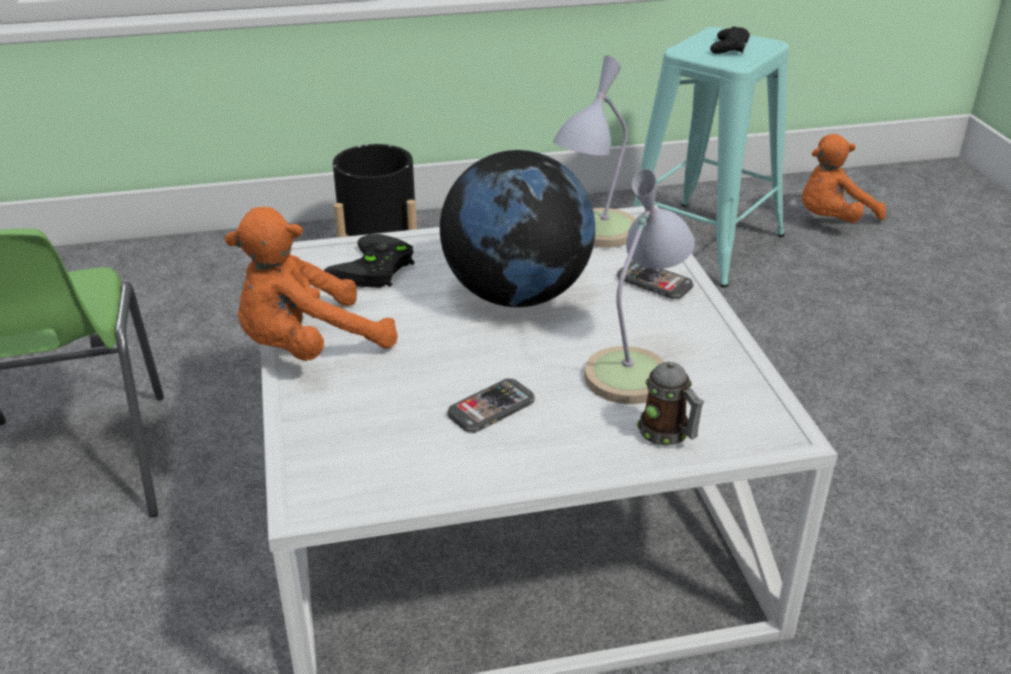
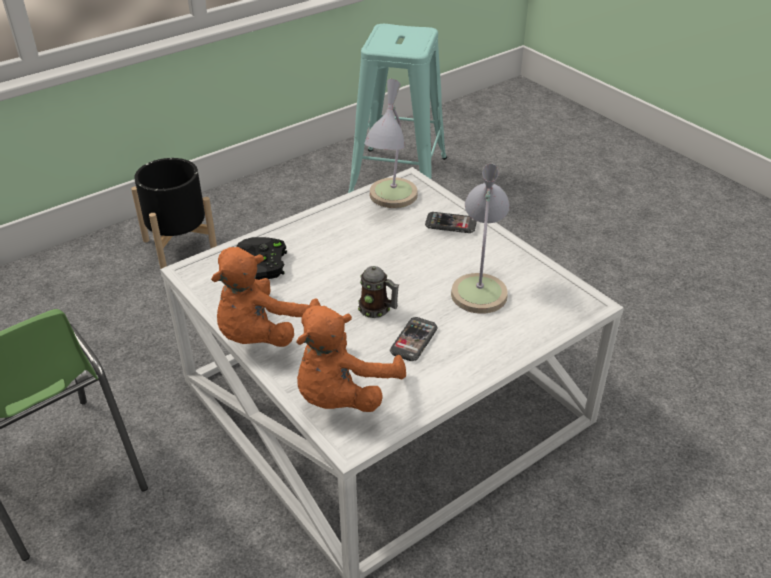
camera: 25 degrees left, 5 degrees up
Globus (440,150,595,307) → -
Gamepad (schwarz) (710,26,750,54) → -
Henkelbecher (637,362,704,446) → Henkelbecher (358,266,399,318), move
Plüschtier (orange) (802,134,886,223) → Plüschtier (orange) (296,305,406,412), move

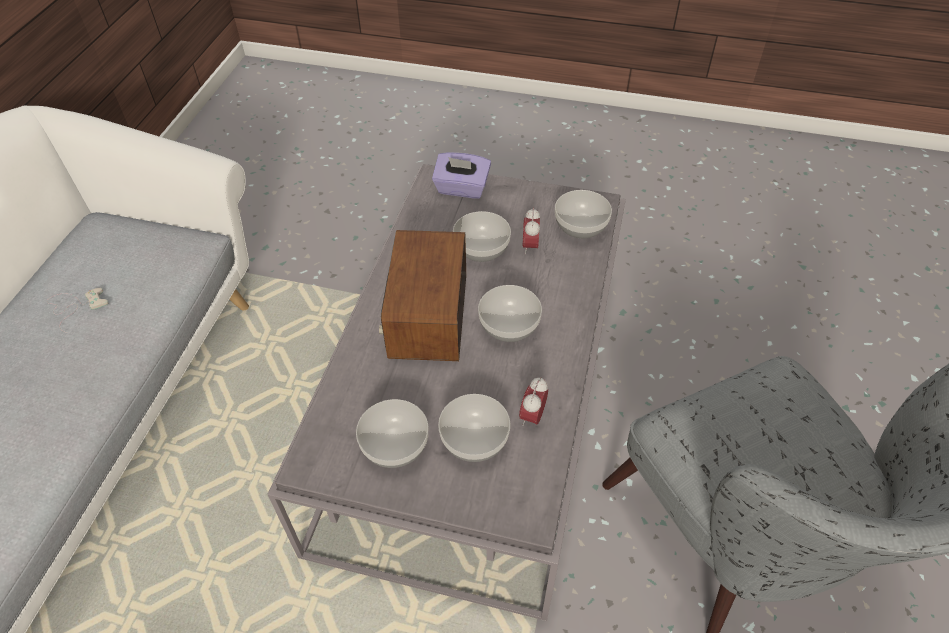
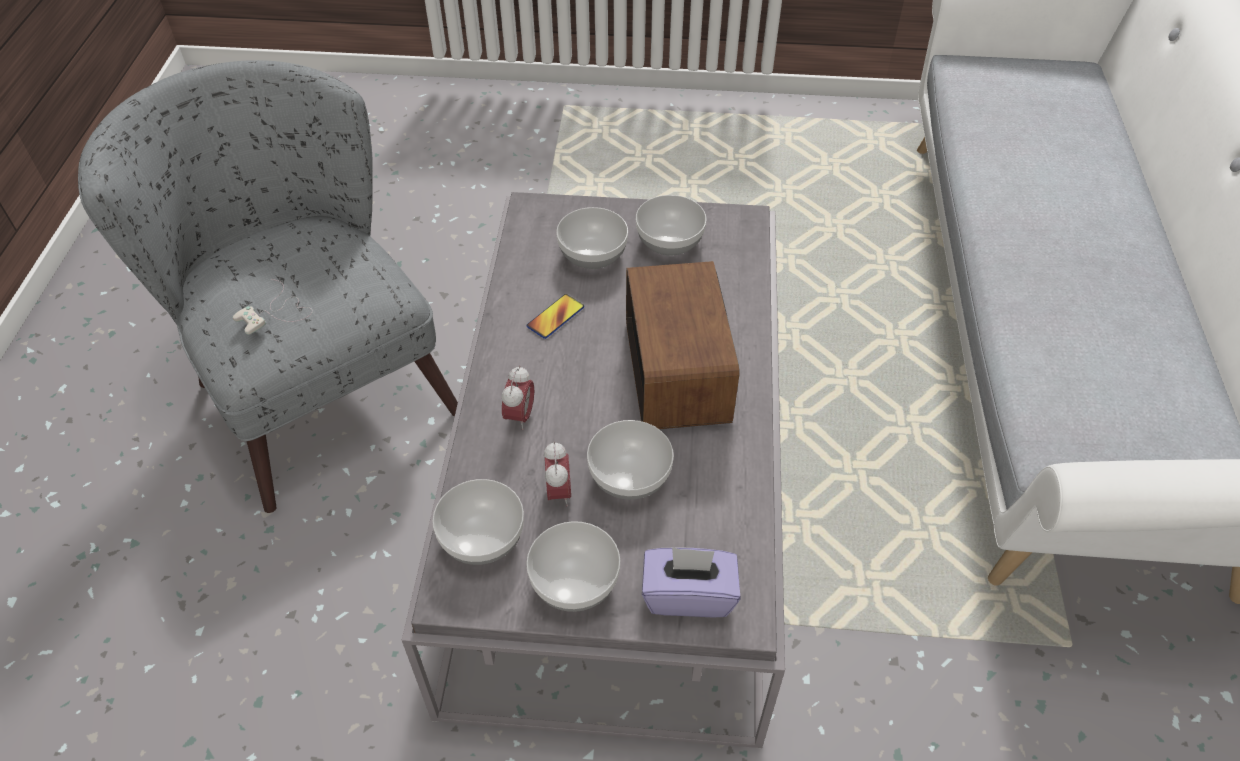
camera: 170 degrees right, 0 degrees up
- → Handy (527,294,584,339)
Gamepad (weiß) (47,288,108,333) → Gamepad (weiß) (233,279,313,335), move
Schüssel (478,285,542,342) → Schüssel (526,521,620,612), move
Wecker (519,377,548,426) → Wecker (502,365,534,430), move

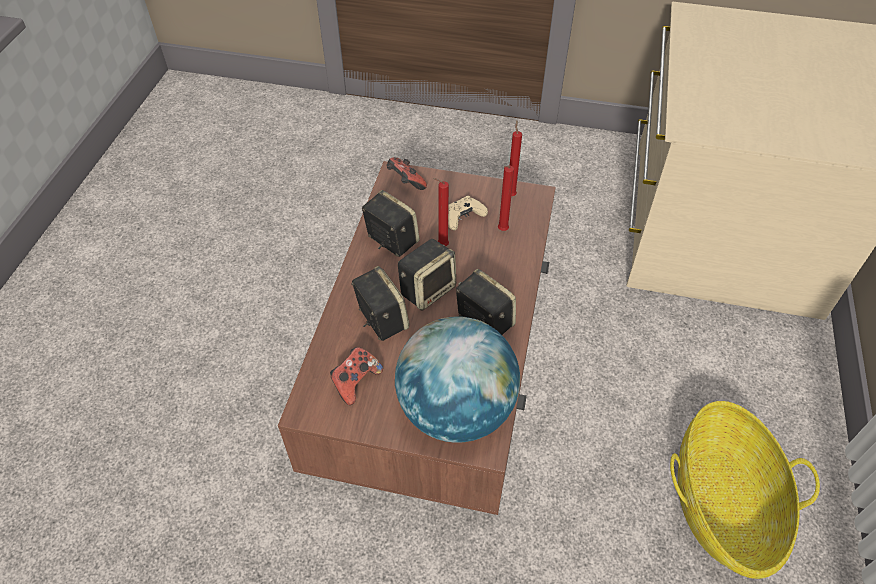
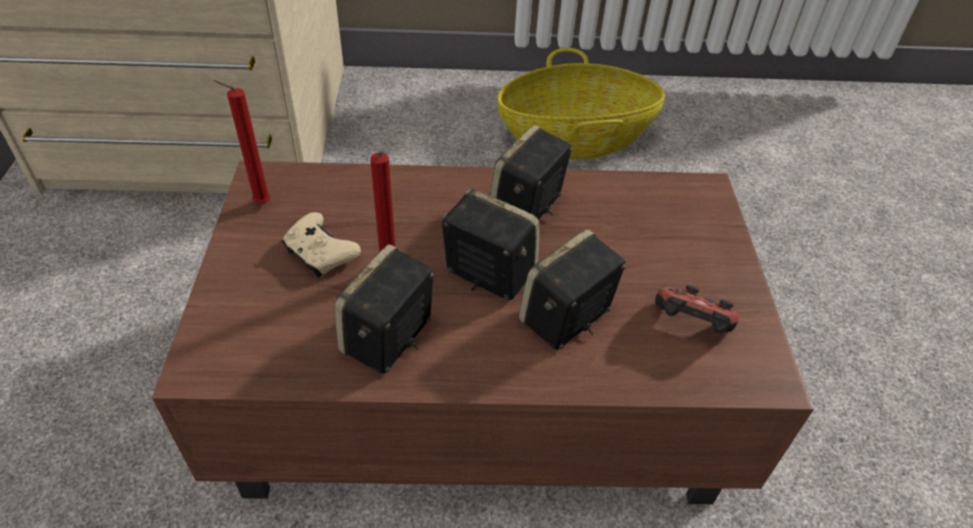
camera: 105 degrees left, 5 degrees down
Gamepad (386,157,427,190) → -
Globus (395,316,520,443) → -
Kerze (rot) (498,165,514,231) → -

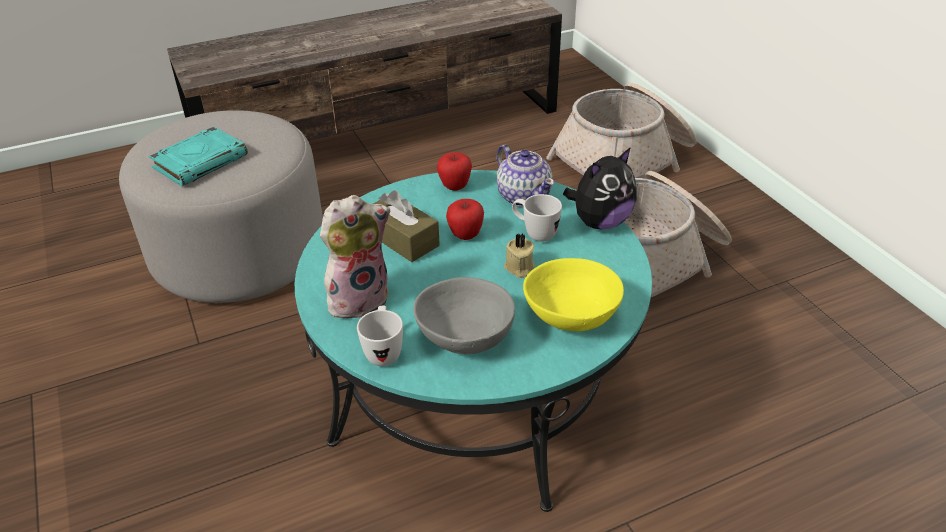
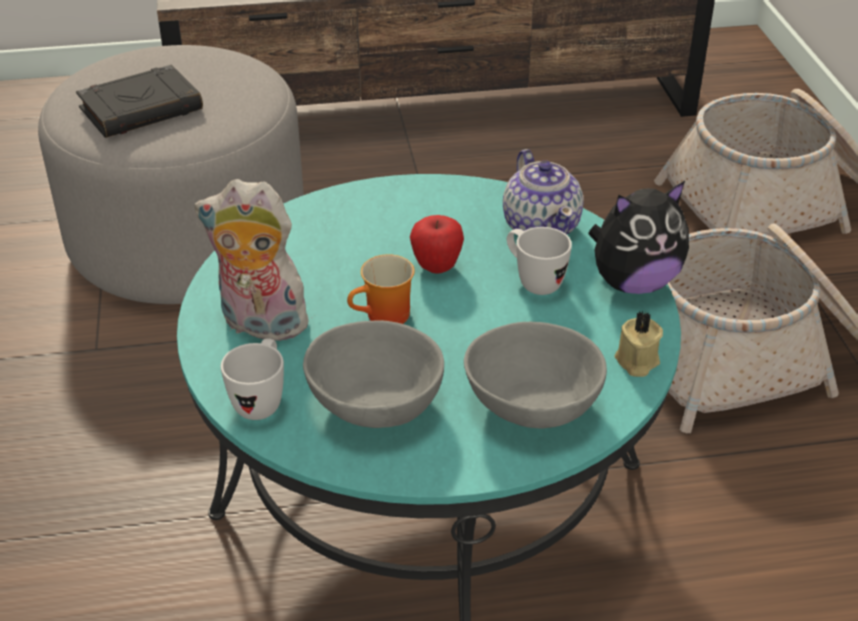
camera: 15 degrees right, 0 degrees up
Taschentuchbox (braun) (373,190,440,262) → -
Apfel (437,152,472,191) → -
- → Henkelbecher (347,254,414,324)
Kerze (beige) (504,233,535,278) → Kerze (beige) (614,311,663,377), move
Buch (türkis) (149,127,247,186) → Buch (schwarz) (76,65,203,138)
Schüssel (gelb) (523,258,624,331) → Schüssel (grau) (464,322,607,428)
Plüschtier (320,195,390,319) → Plüschtier (195,179,314,341), 150 degrees counterclockwise

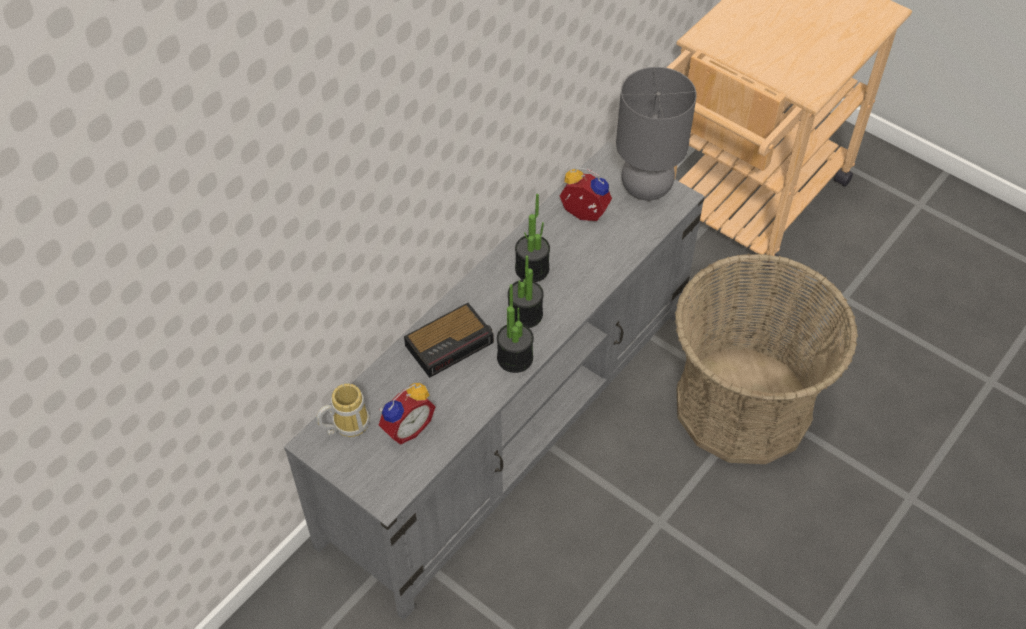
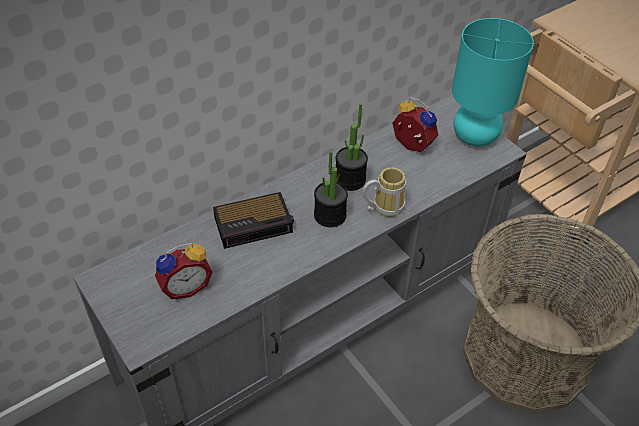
camera: 15 degrees right, 5 degrees down
Topfpflanze (497,284,534,373) → -
Henkelbecher (316,383,370,437) → Henkelbecher (362,167,406,217), move
Tischlampe (grau) (616,67,697,200) → Tischlampe (türkis) (452,18,534,146)

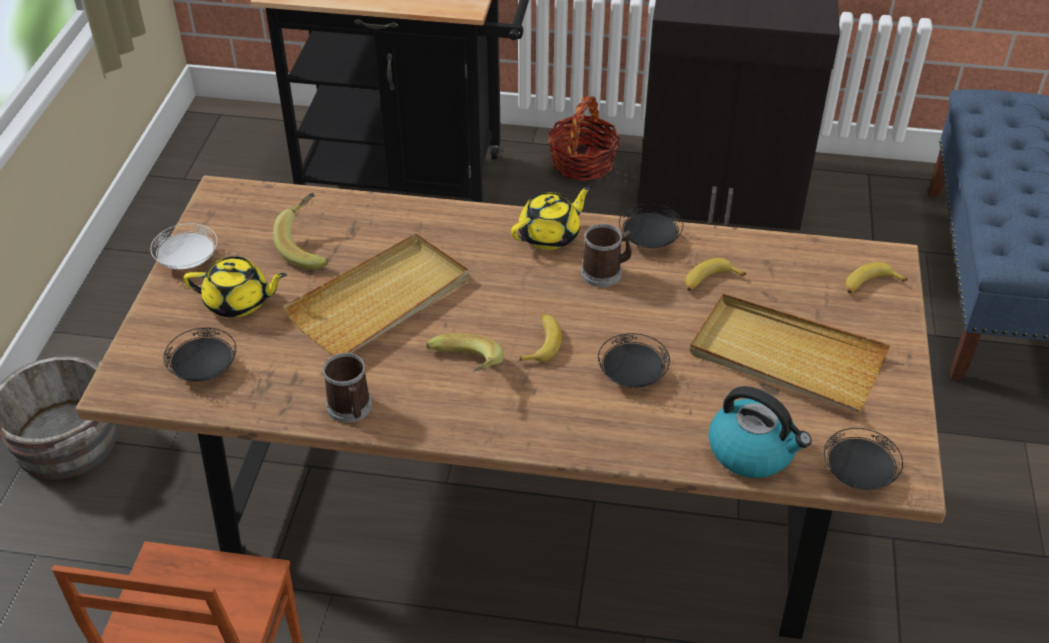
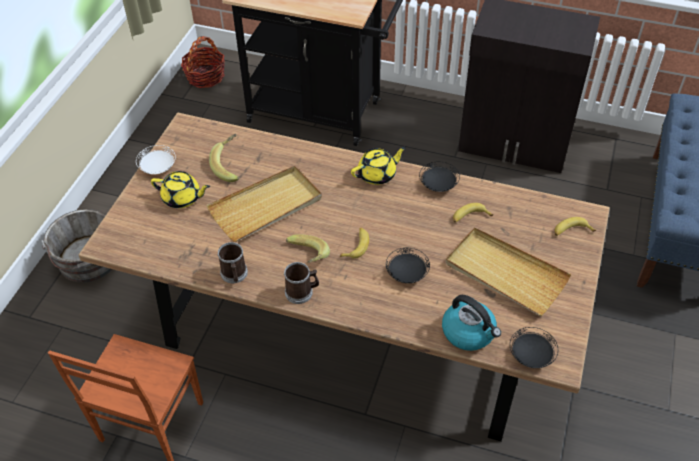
camera: 10 degrees right, 5 degrees up
Teller (schwarz) (163,328,236,382) → -
Korb (547,96,620,181) → Korb (181,36,225,88), move
Henkelbecher (581,224,632,287) → Henkelbecher (284,262,319,304), move

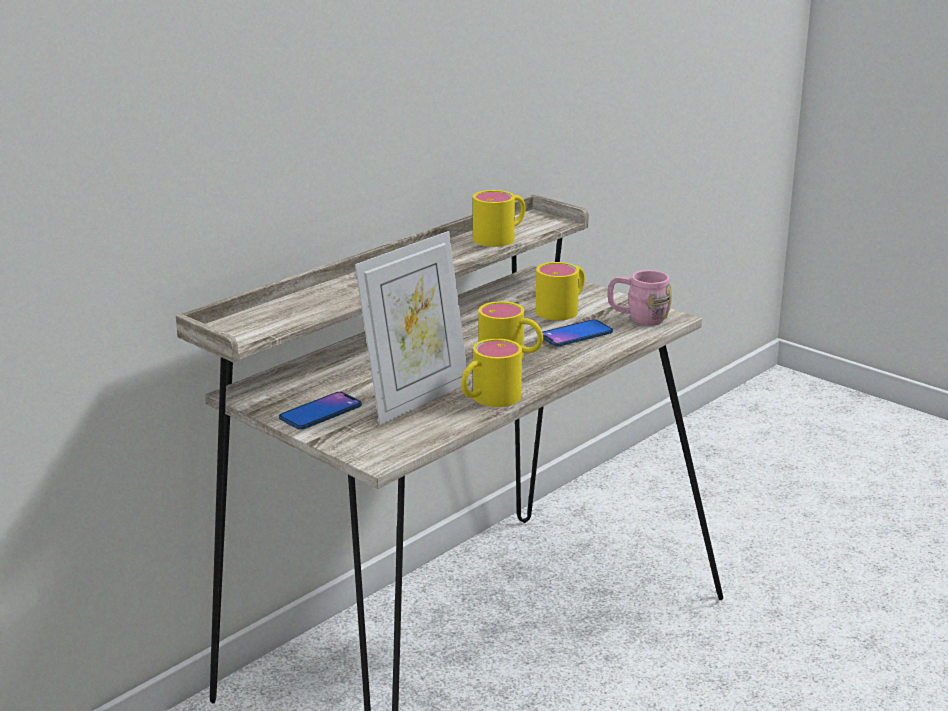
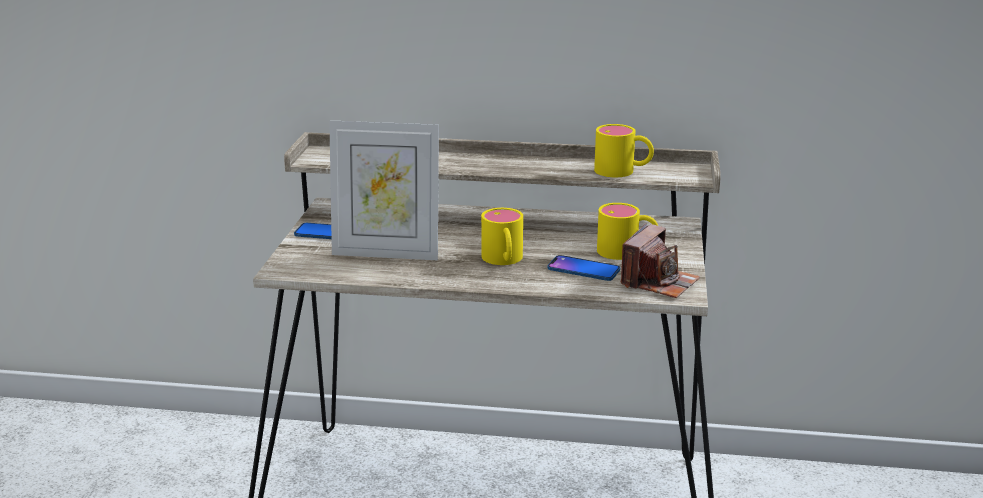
camera: 55 degrees right, 0 degrees up
Henkelbecher (gelb) (461,339,522,407) → -
Henkelbecher (rosa) (608,270,672,326) → Kamera (621,224,700,298)

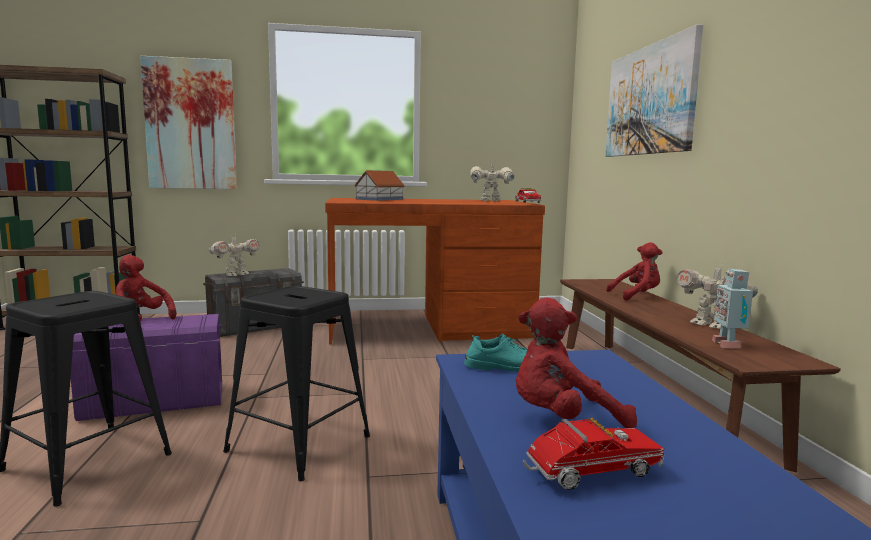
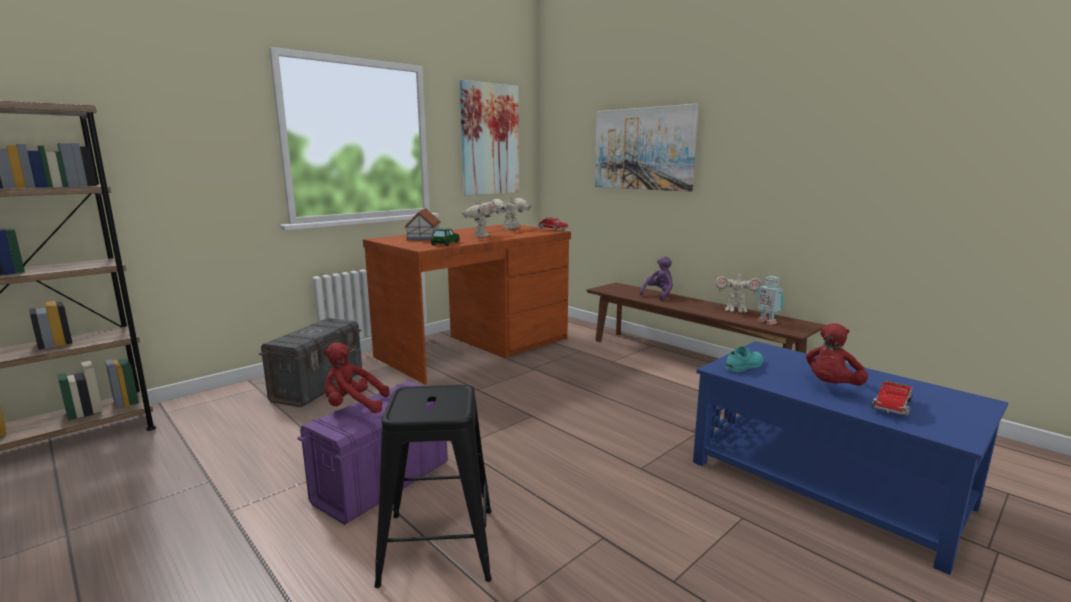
camera: 35 degrees left, 5 degrees up
Hocker (schwarz) (223,286,370,481) → -
- → Spielzeugauto (431,228,460,246)
Bild (140,56,237,189) → Bild (460,80,519,195), move
Spielzeugroboter (209,235,260,276) → Spielzeugroboter (462,197,497,238), move
Plüschtier (rot) (606,242,663,301) → Plüschtier (lila) (639,256,673,301)

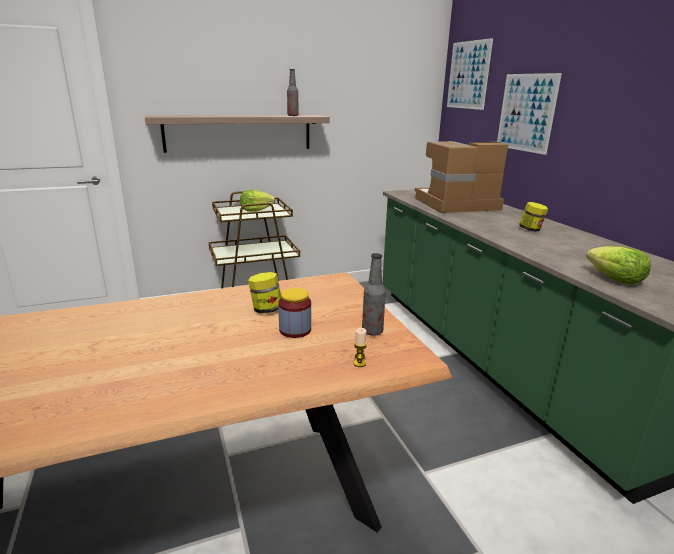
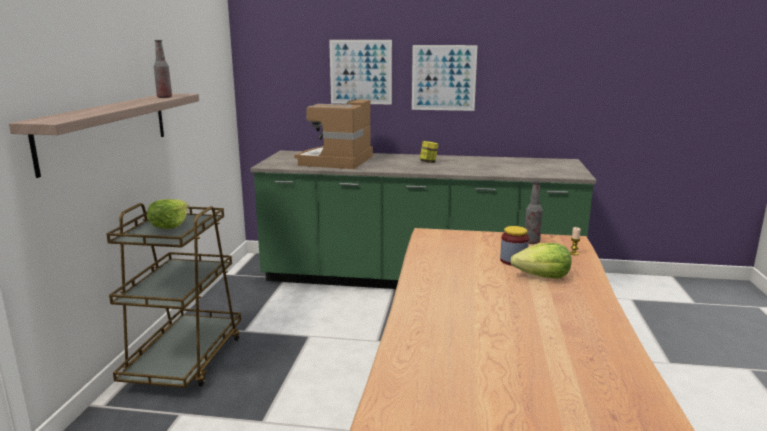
camera: 60 degrees left, 5 degrees down
Vorratsglas (248,272,281,314) → -
Bild (447,38,493,110) → Bild (412,45,478,111), move
Salatkopf (586,246,651,284) → Salatkopf (511,243,572,279), move

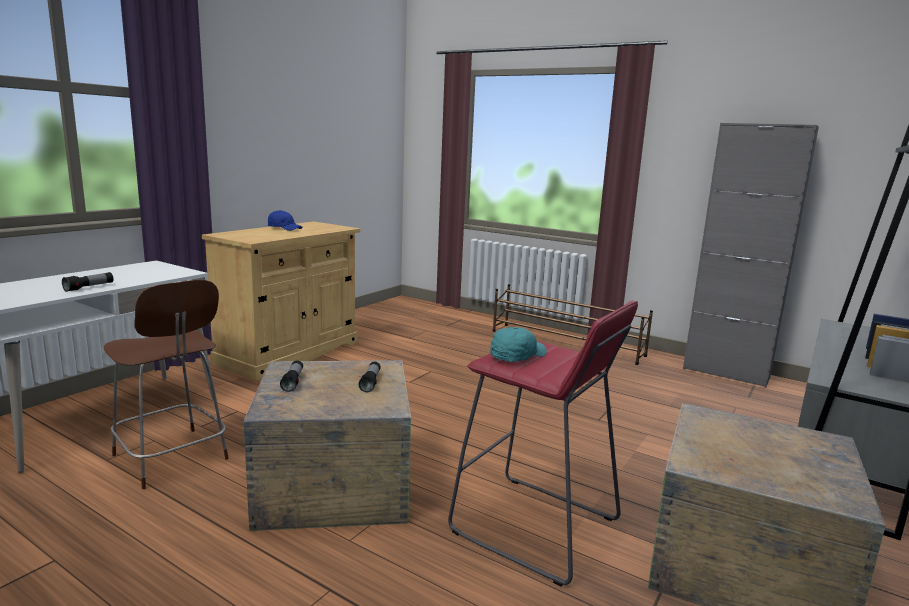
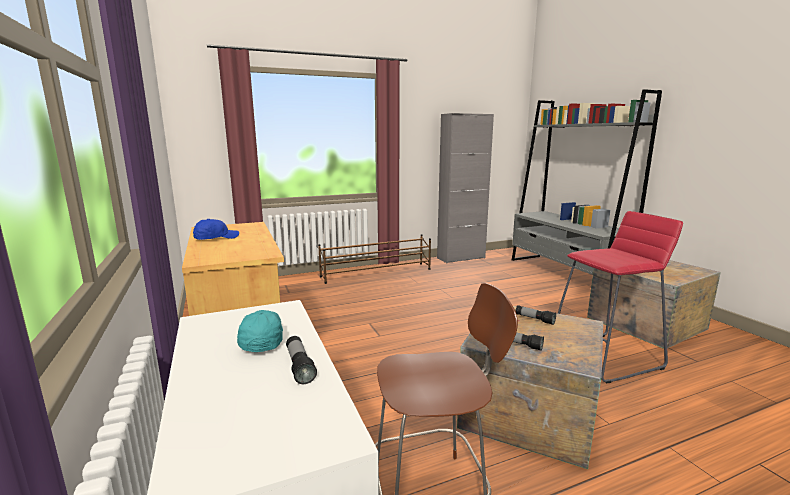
camera: 55 degrees left, 0 degrees up
Kappe (türkis) (490,327,547,362) → Kappe (türkis) (237,310,283,352), move

